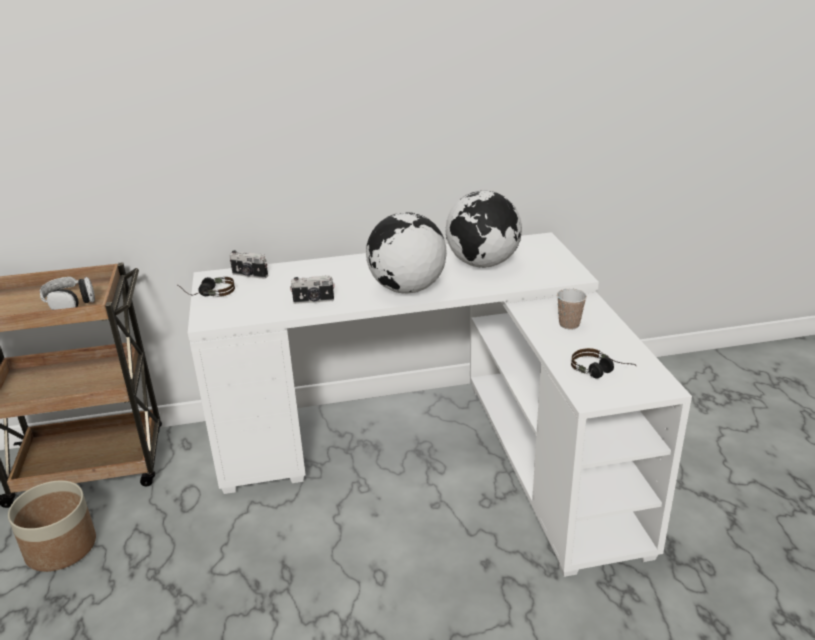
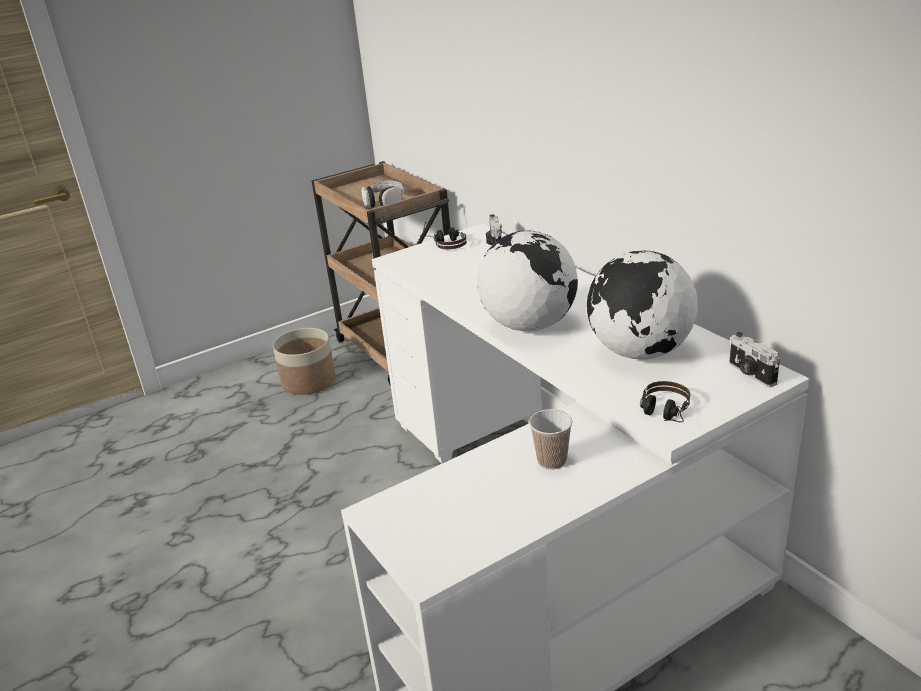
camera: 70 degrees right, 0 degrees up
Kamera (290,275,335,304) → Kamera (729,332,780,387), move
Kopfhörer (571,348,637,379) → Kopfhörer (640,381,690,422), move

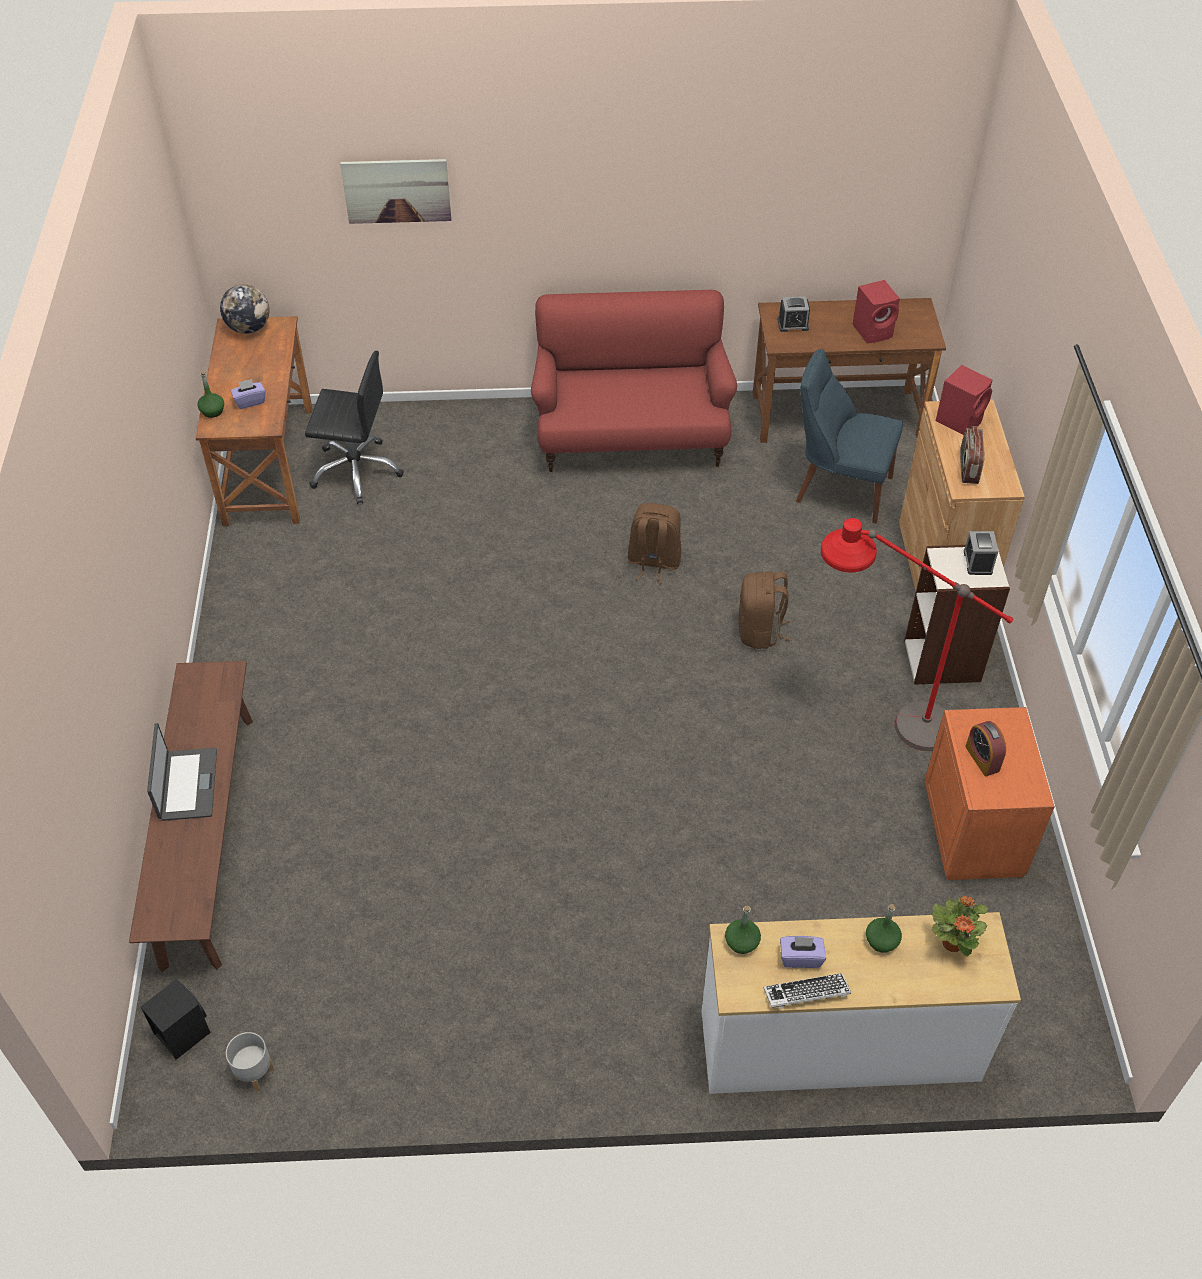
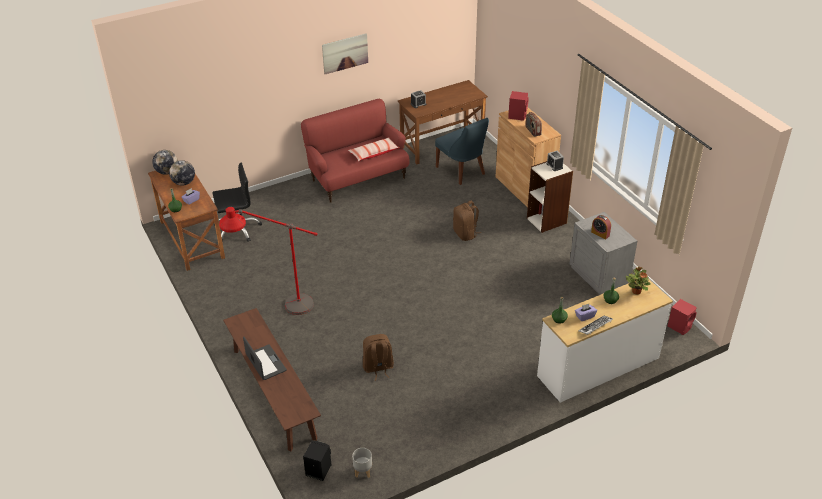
camera: 25 degrees left, 10 degrees down
- → Globus (169,160,195,186)
- → Kissen (348,137,399,161)
Bild (340,159,451,224) → Bild (322,33,368,74), move
Rucksack (braun) (628,503,681,584) → Rucksack (braun) (363,334,394,381), move
Stehlampe (rot) (821,518,1014,751) → Stehlampe (rot) (219,207,318,315), move
Lautsprecher (rot) (852,280,900,343) → Lautsprecher (rot) (668,299,697,335), move
Nachttisch (orange) (924,707,1055,880) → Nachttisch (grau) (569,212,637,295)
Stuhl (blau) (796,349,903,524) → Stuhl (blau) (435,118,489,185), 120 degrees counterclockwise

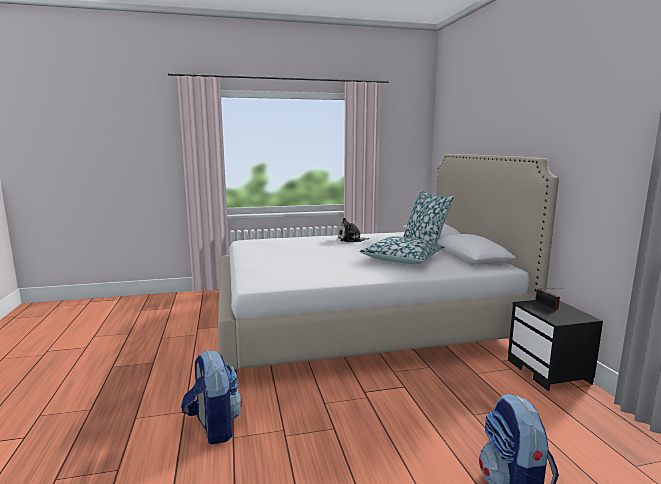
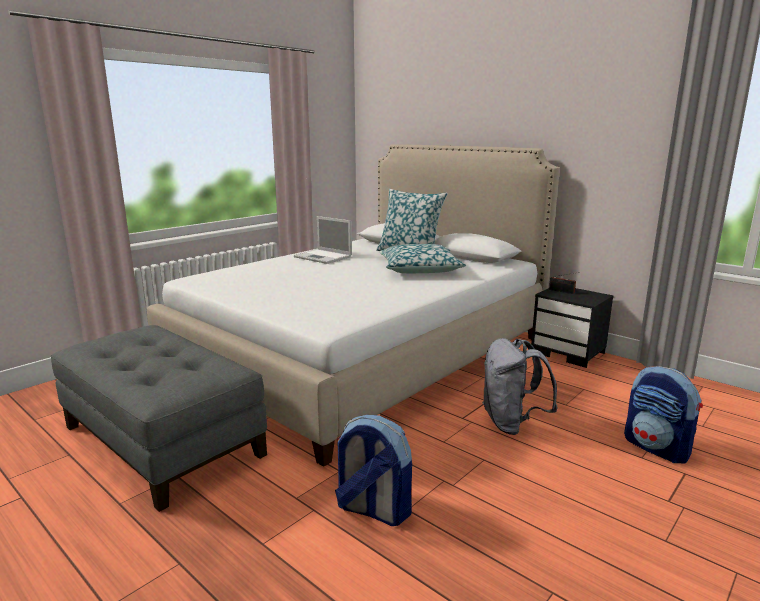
camera: 35 degrees left, 5 degrees up
- → Polsterhocker (grau) (51,325,267,512)
- → Rucksack (grau) (482,338,558,435)
Plüschtier (338,218,370,242) → Laptop (294,216,352,264)

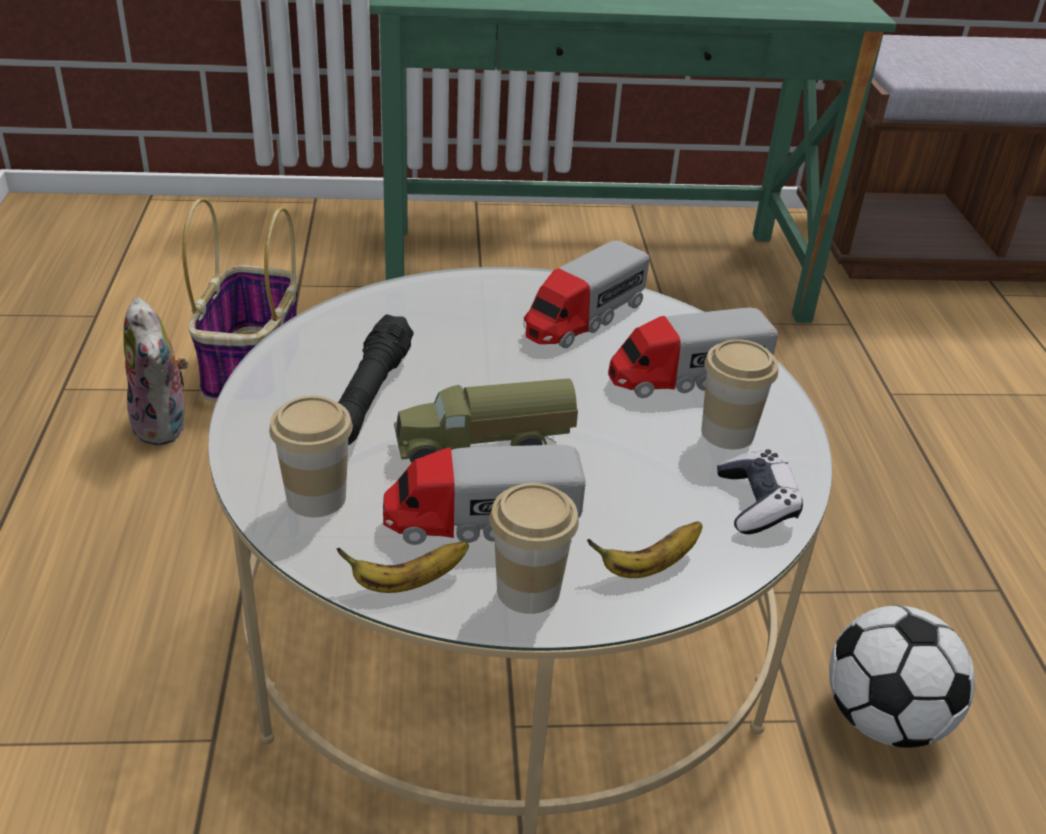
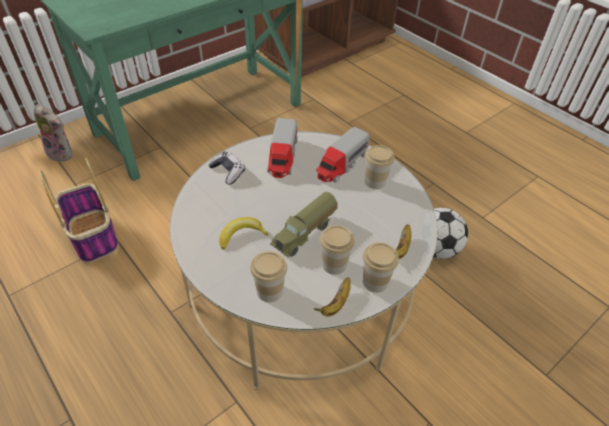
camera: 35 degrees left, 10 degrees up
Plüschtier (124,297,188,445) → Plüschtier (34,104,72,162), move
Gamepad (717,449,803,534) → Gamepad (208,151,245,185), move
Taschenlampe (schwarz) (338,314,414,445) → Banane (219,217,269,249)
Spielzeuglaster (383,445,586,545) → Tasse (320,225,355,275)

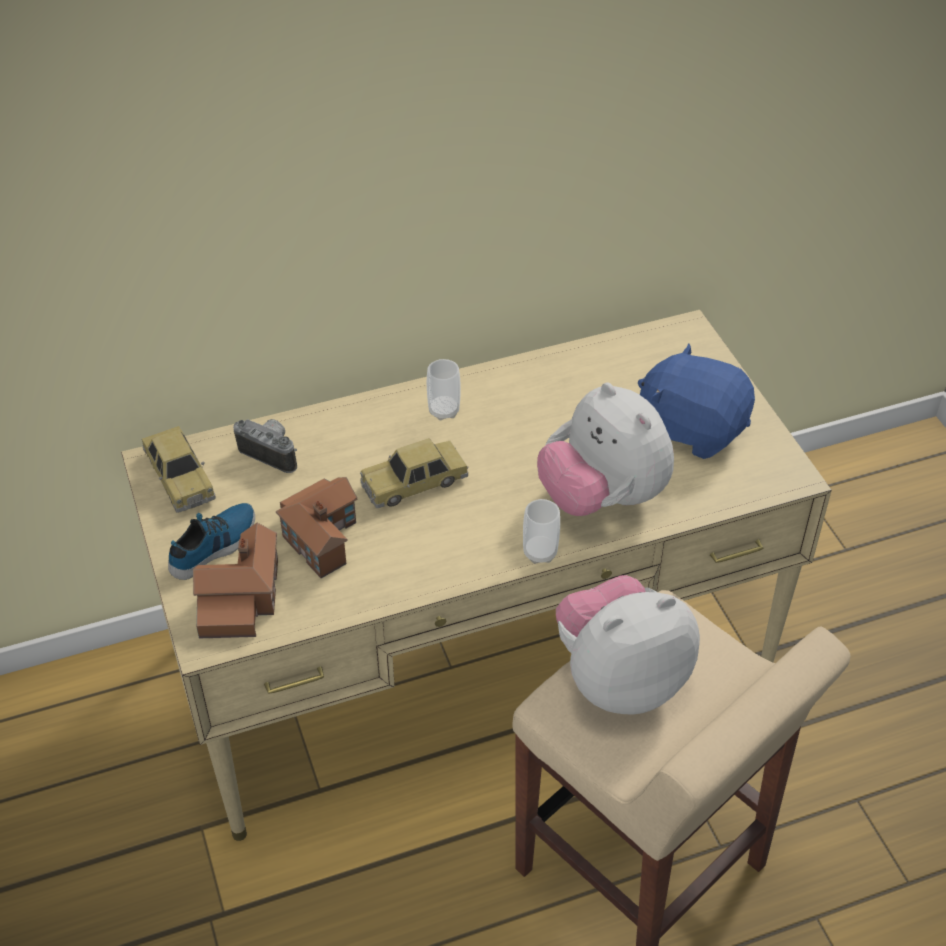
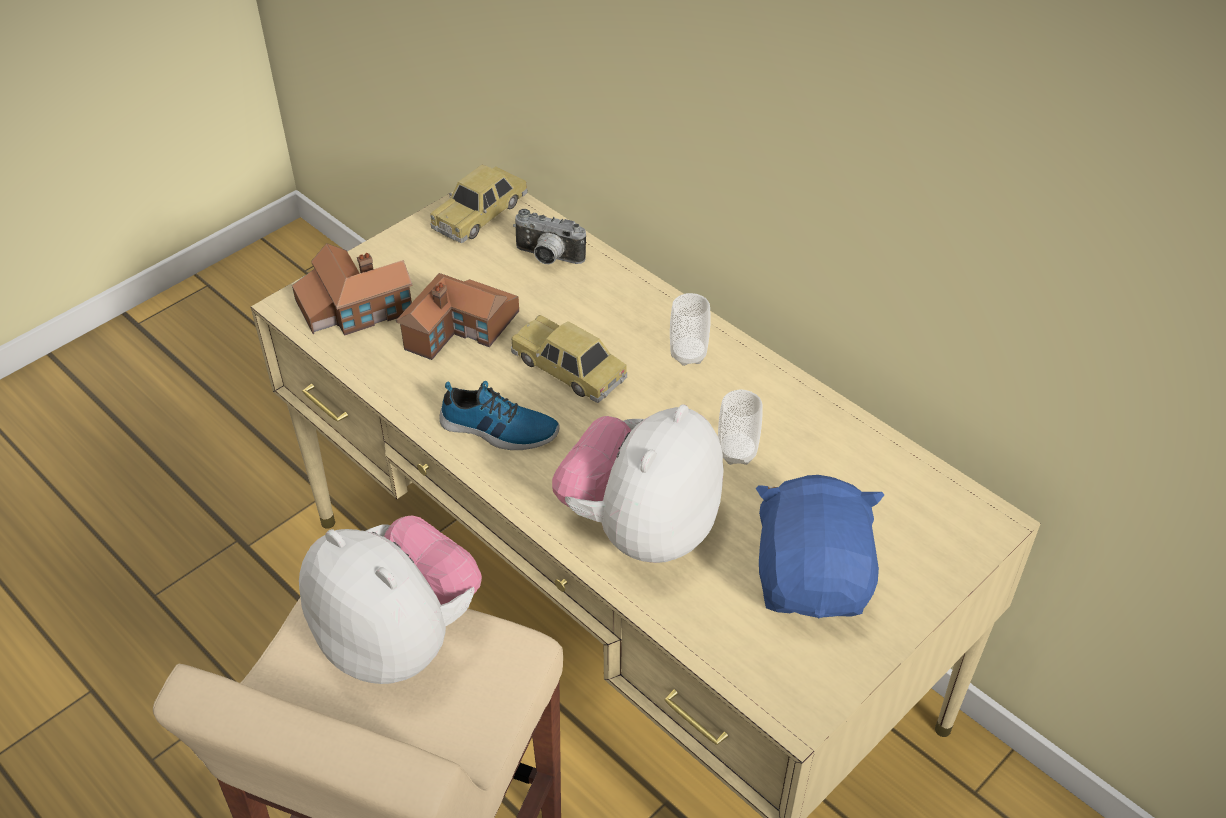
camera: 65 degrees right, 0 degrees up
Schuh (168,503,255,580) → Schuh (439,381,560,450), move
Tasse (523,499,560,564) → Tasse (718,389,763,465), move
Kamera (233,419,297,473) → Kamera (513,209,586,264), 105 degrees clockwise

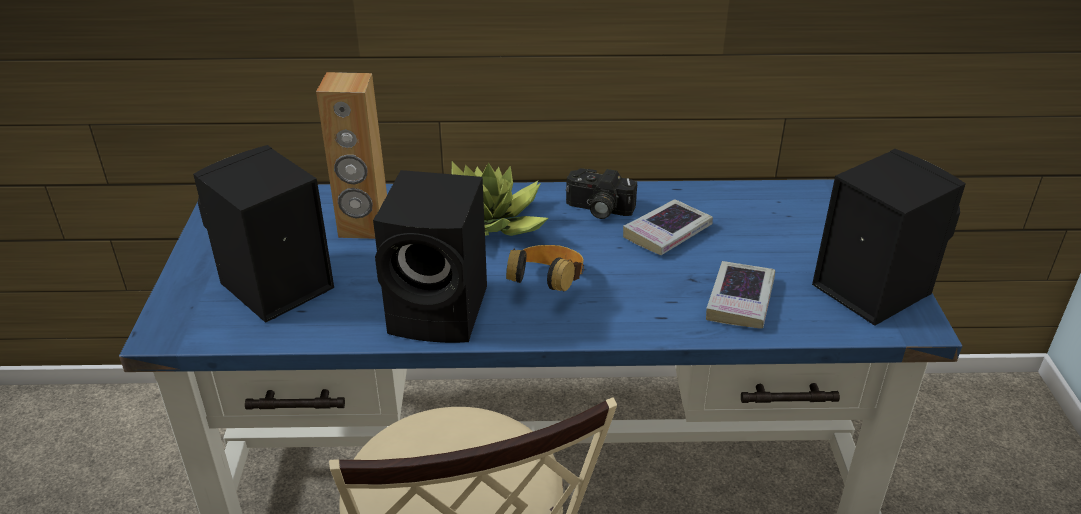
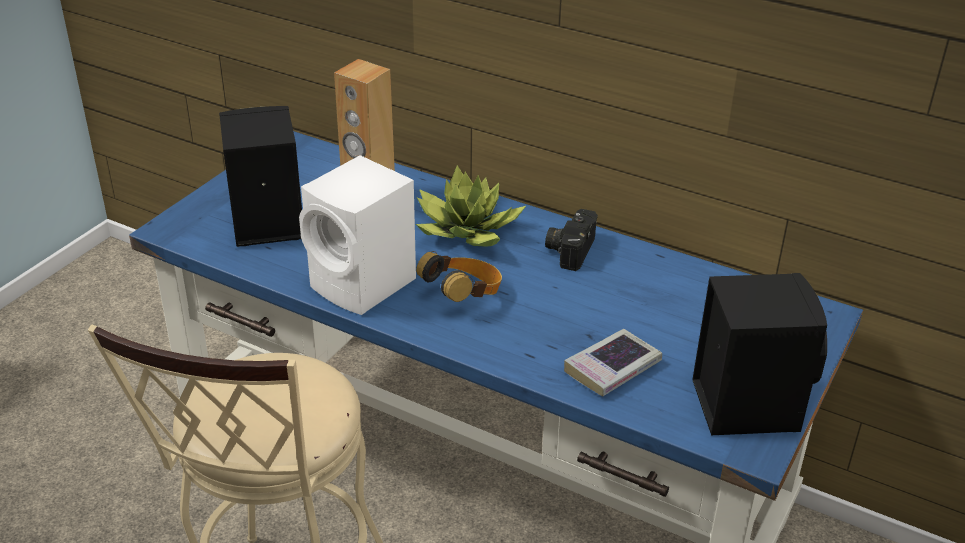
camera: 30 degrees right, 0 degrees up
Buch (623,199,713,255) → -
Lautsprecher (schwarz) (373,170,487,343) → Lautsprecher (weiß) (299,155,416,315)
Kamera (566,168,637,219) → Kamera (545,209,598,271), 60 degrees clockwise

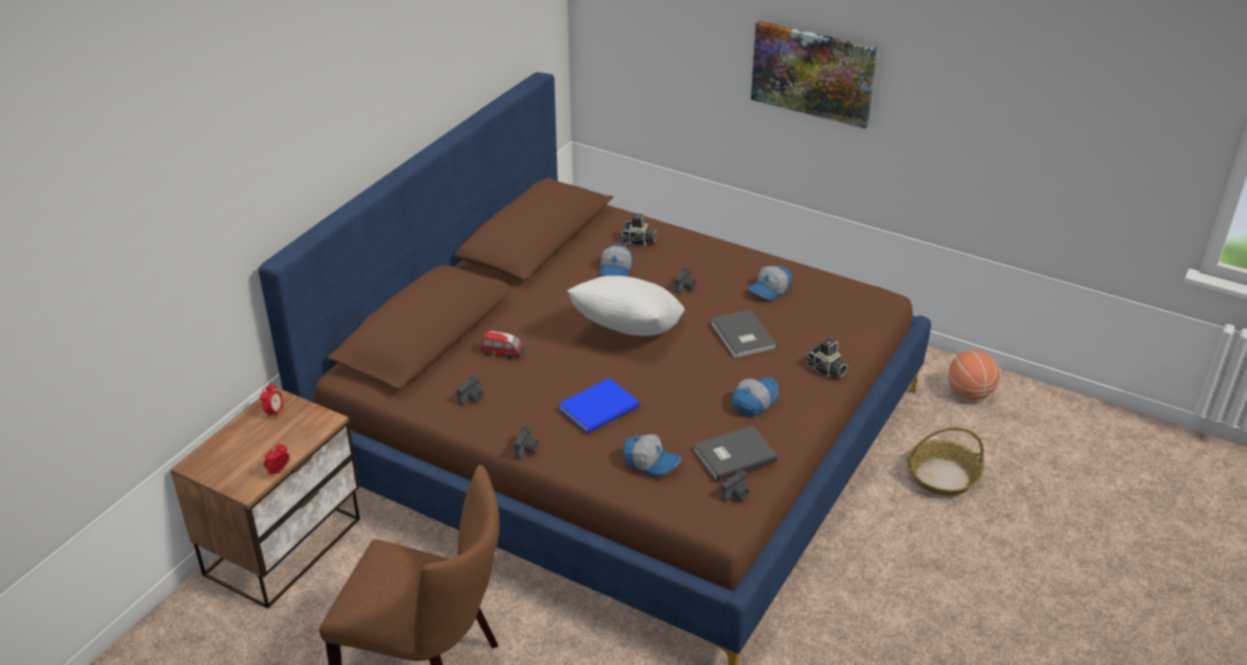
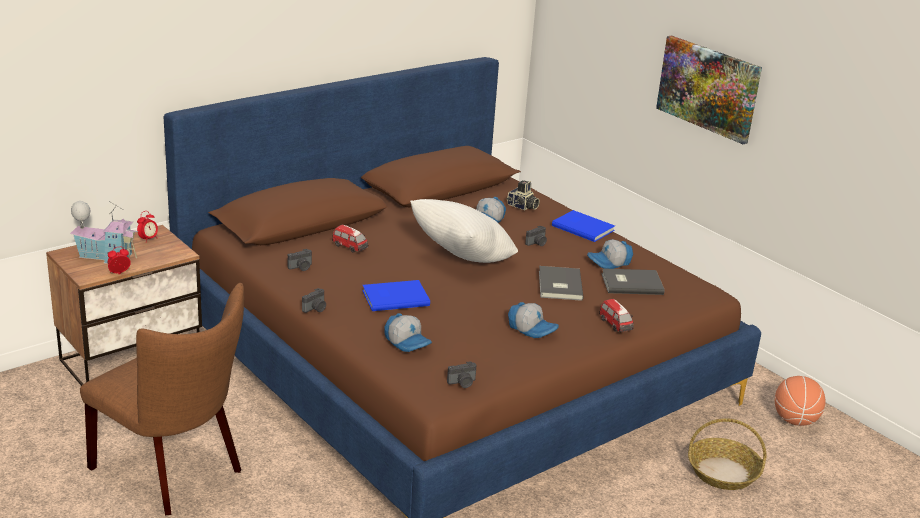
camera: 20 degrees right, 10 degrees down
- → Spielzeughaus (70,201,138,264)
- → Buch (blau) (552,210,615,242)
Buch (grau) (693,425,778,481) → Buch (grau) (601,268,665,295), move
Kamera (806,338,848,377) → Spielzeugauto (599,299,634,332)
Kappe (732,377,779,417) → Kappe (508,302,559,338), 60 degrees clockwise

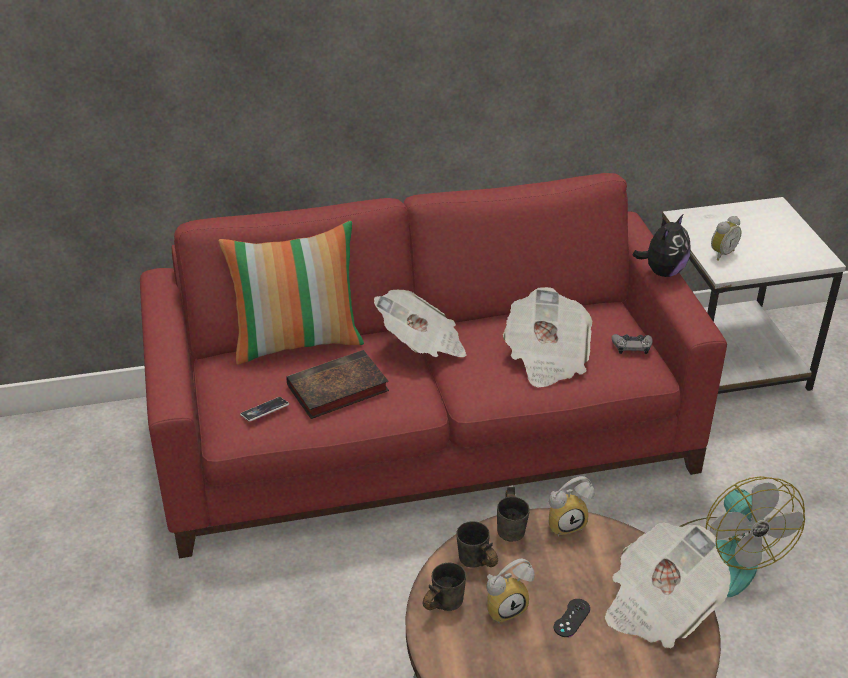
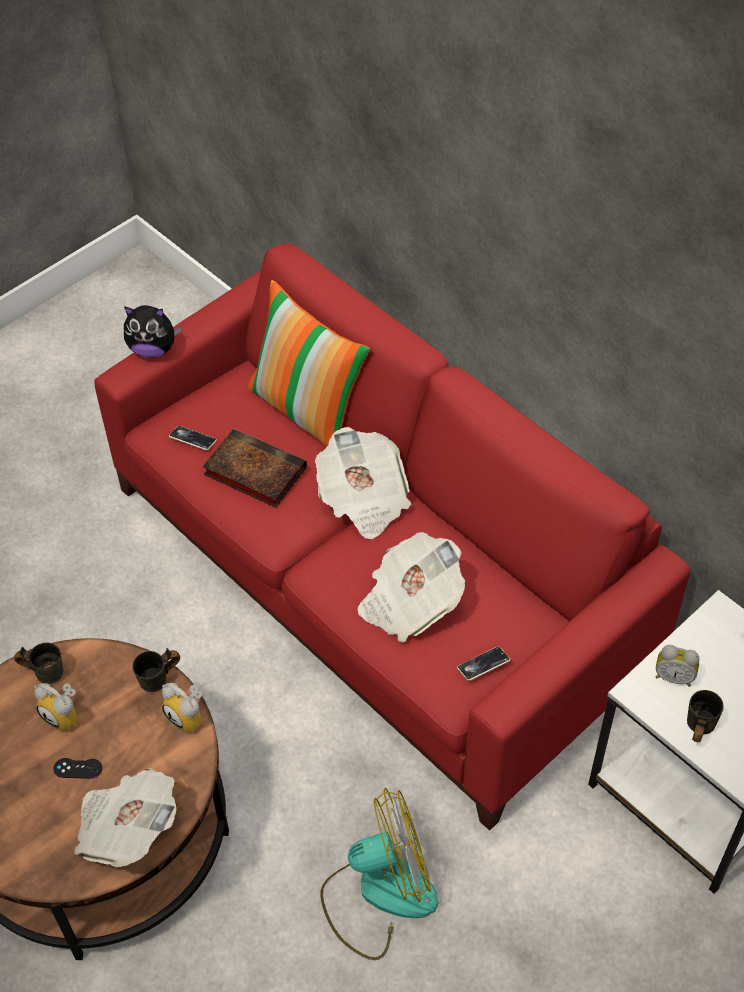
camera: 60 degrees right, 15 degrees up
Henkelbecher (grau) (456,521,498,568) → Henkelbecher (grau) (687,690,724,742), move
Plüschtier (633,214,690,277) → Plüschtier (124,305,181,358), move
Gamepad (grau) (612,334,653,354) → Handy (457,647,510,681)
Ventilator (680,476,805,597) → Ventilator (320,788,439,960), 150 degrees counterclockwise

